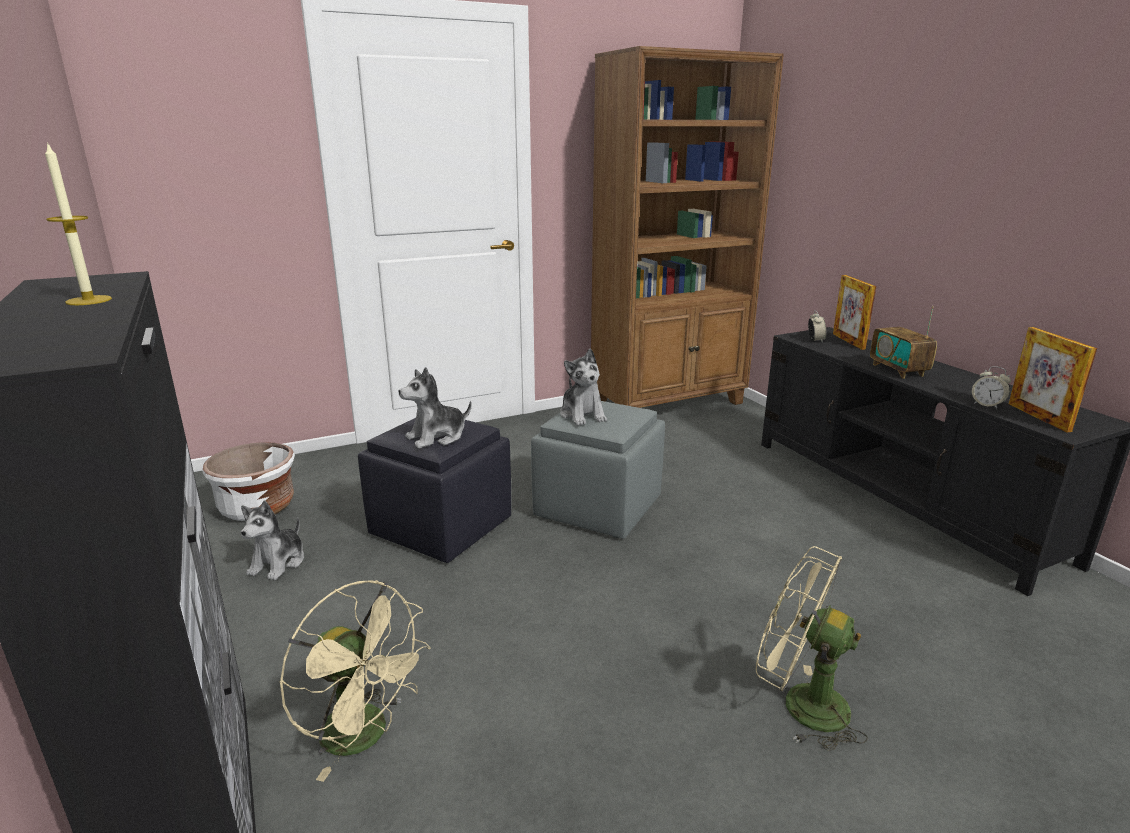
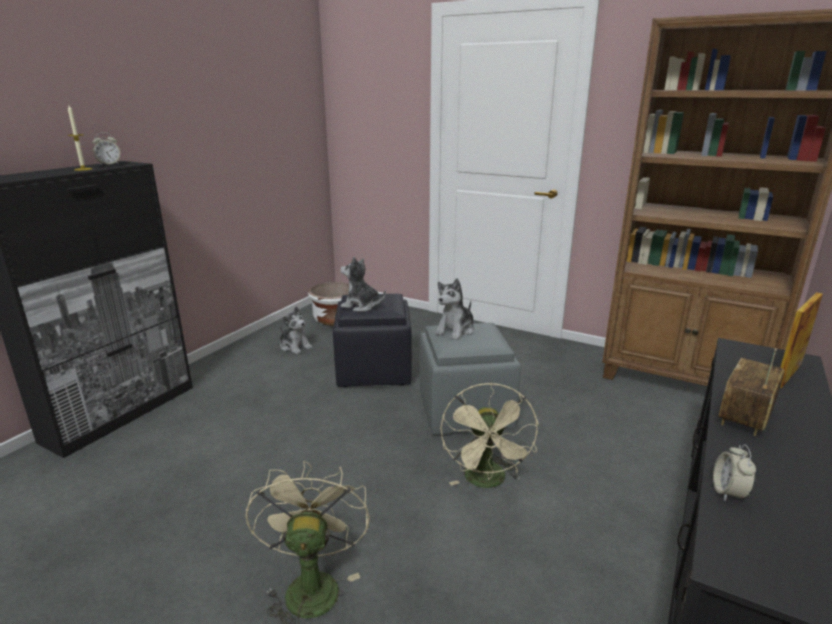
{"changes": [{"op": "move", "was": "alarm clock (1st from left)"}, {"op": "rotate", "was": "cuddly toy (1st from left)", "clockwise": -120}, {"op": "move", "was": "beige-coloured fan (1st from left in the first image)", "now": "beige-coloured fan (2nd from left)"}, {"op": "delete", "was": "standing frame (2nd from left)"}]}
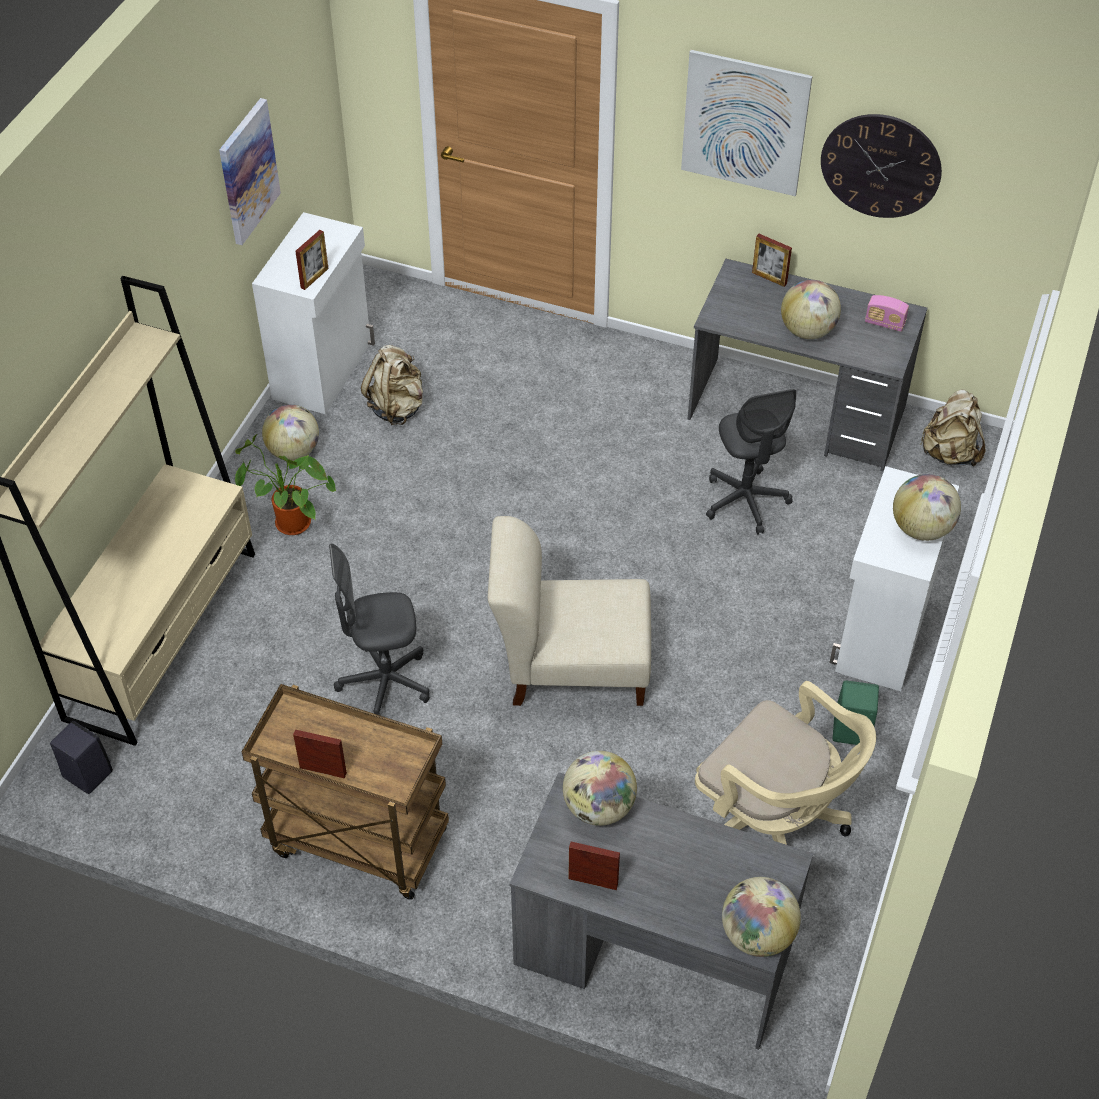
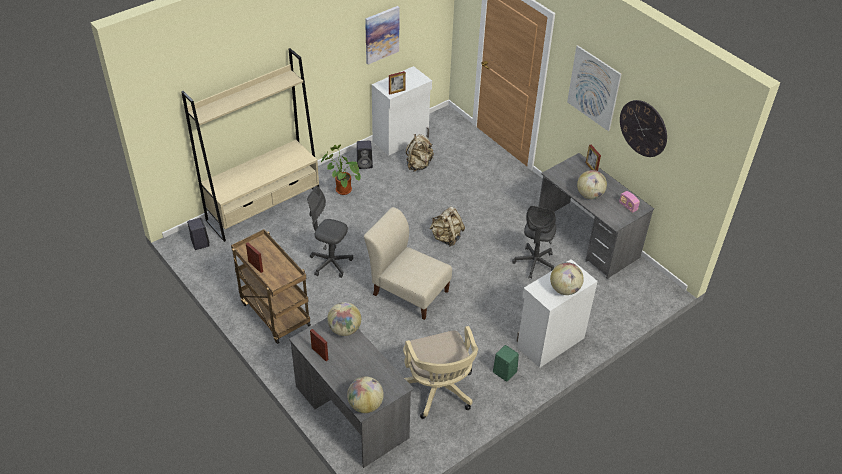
{"changes": [{"op": "replace", "was": "world globe (1st from left)", "now": "black-coloured audio speaker (2nd from left)"}, {"op": "move", "was": "beige-coloured rucksack (2nd from left)"}]}
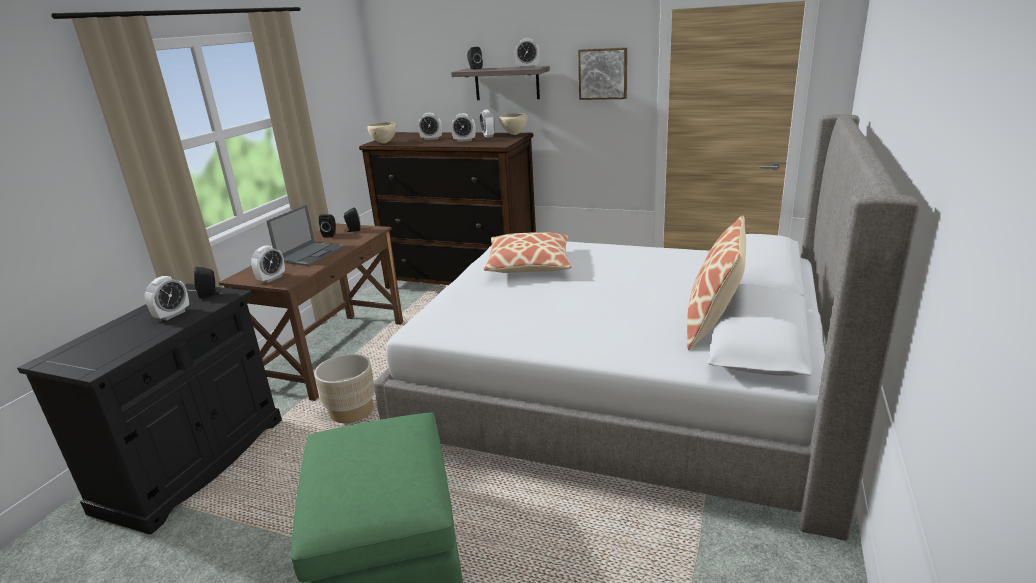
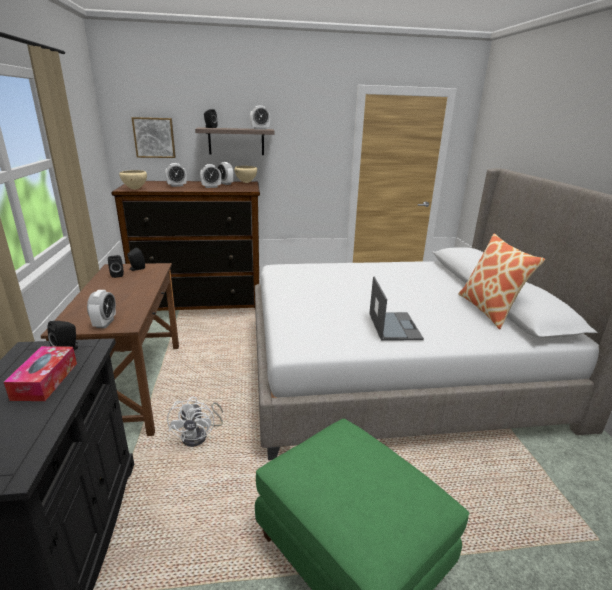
{"changes": [{"op": "replace", "was": "alarm clock (1st from left)", "now": "tissue holder"}, {"op": "move", "was": "wall art"}, {"op": "replace", "was": "beige-coloured planter", "now": "white fan"}, {"op": "move", "was": "laptop"}, {"op": "delete", "was": "throw pillow (1st from left)"}]}
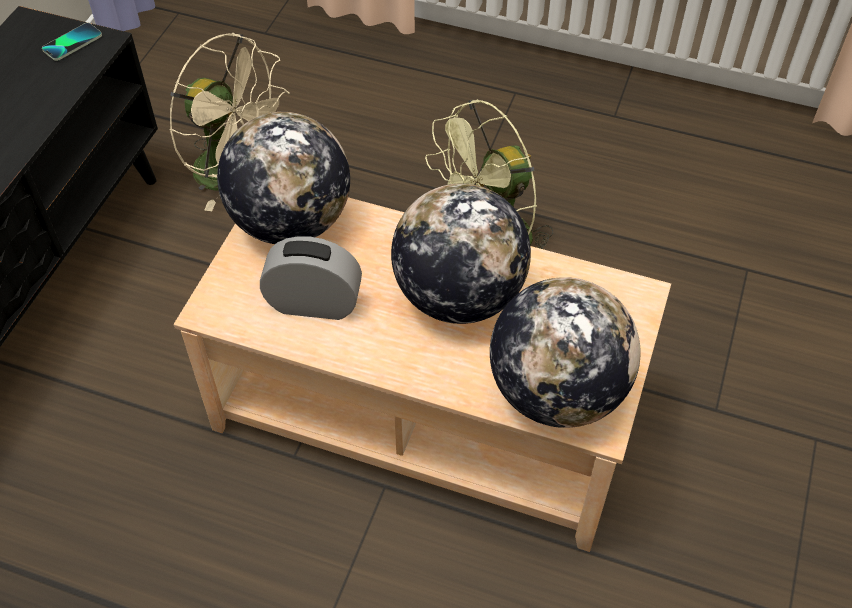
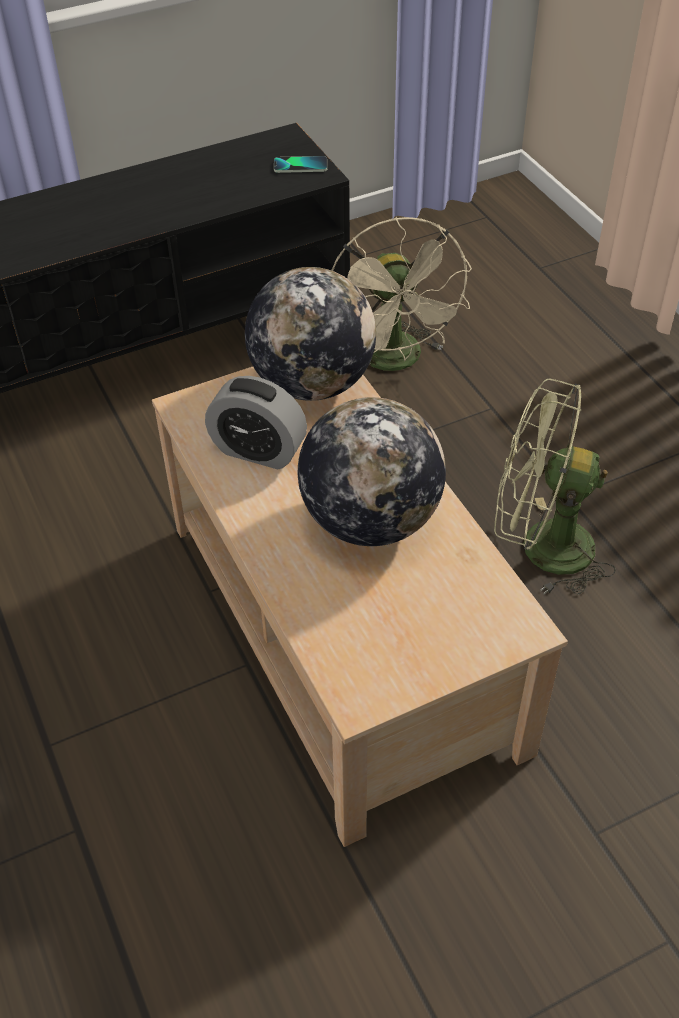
{"changes": [{"op": "rotate", "was": "alarm clock", "clockwise": 150}, {"op": "delete", "was": "world globe (3rd from left)"}]}
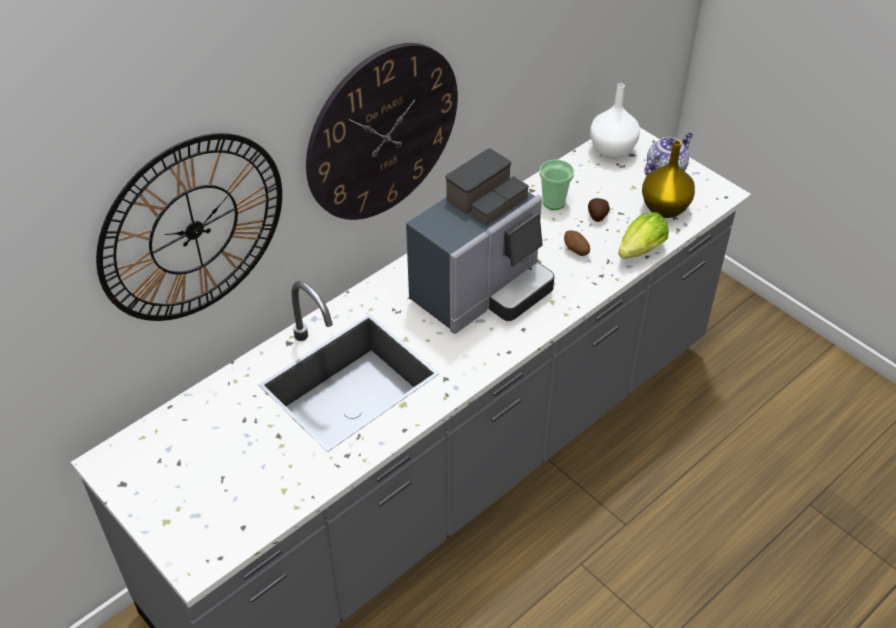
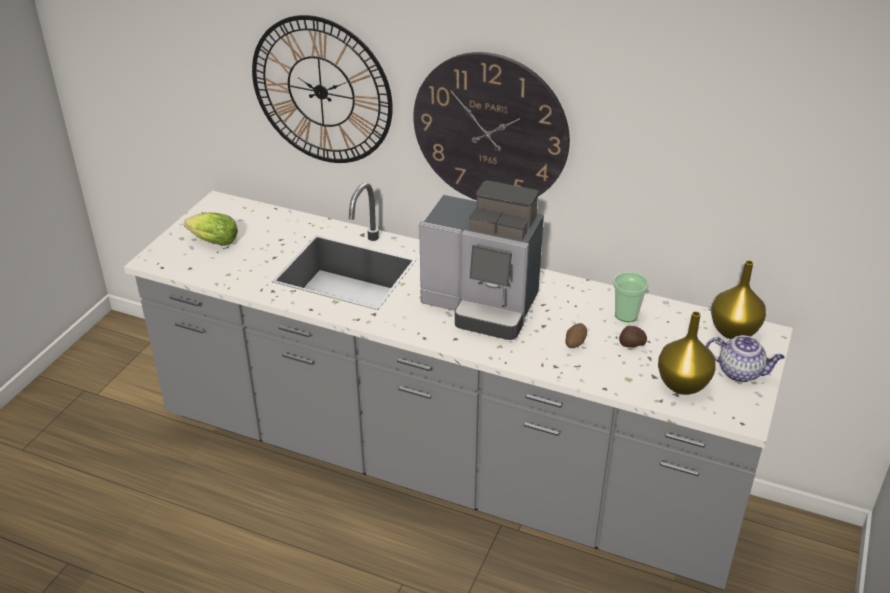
{"changes": [{"op": "move", "was": "lettuce head"}, {"op": "recolor", "was": "white decorative vase", "now": "yellow-coloured decorative vase (2nd from left)"}]}
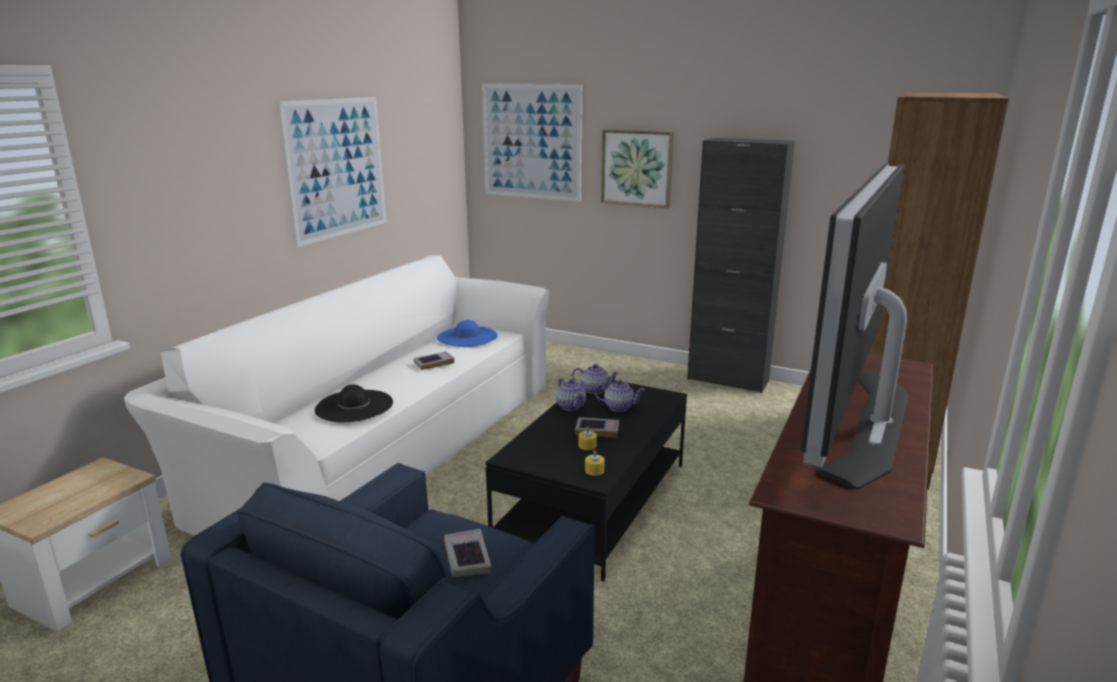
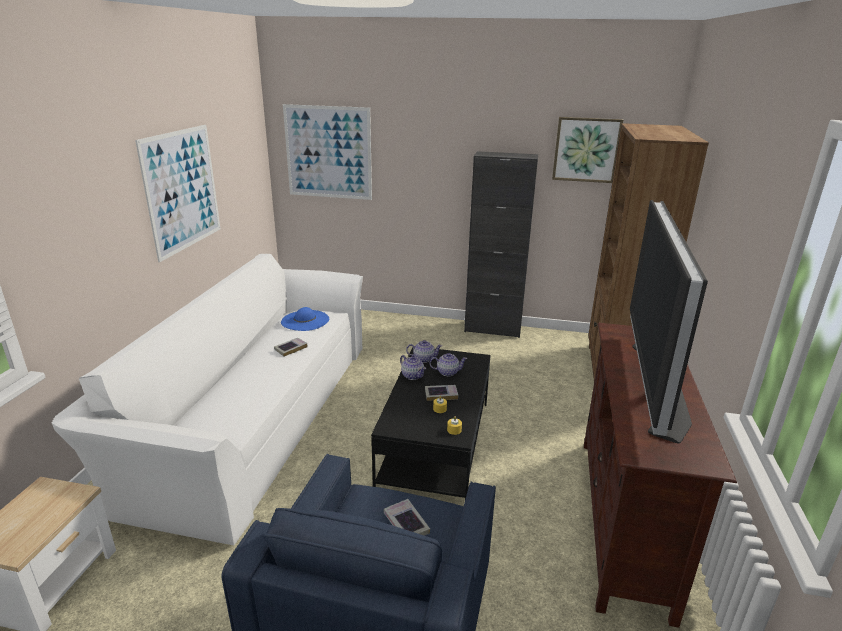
{"changes": [{"op": "move", "was": "wall art (3rd from left)"}, {"op": "delete", "was": "black-coloured clothing hat"}]}
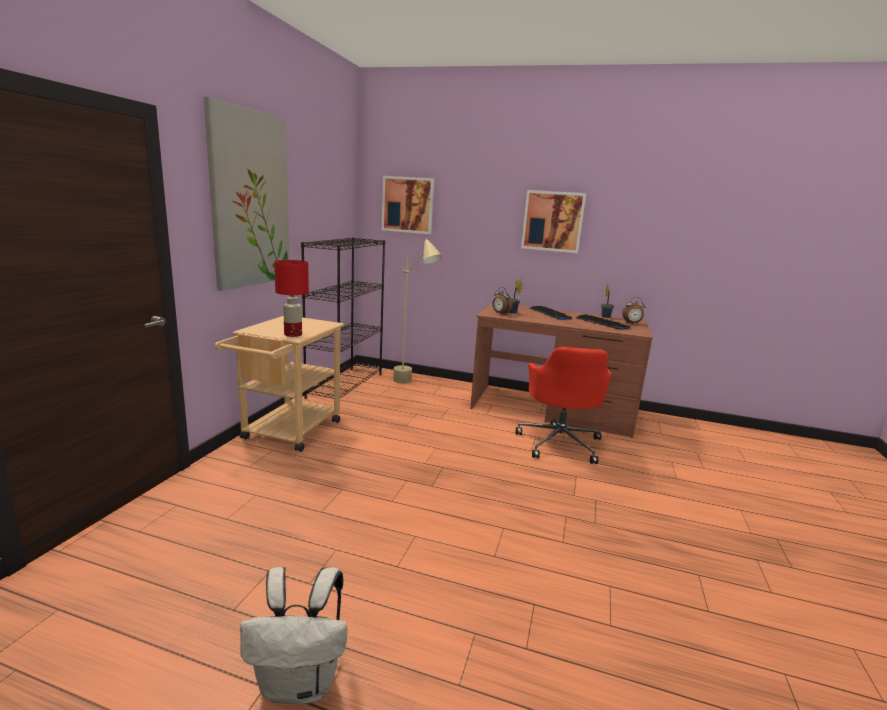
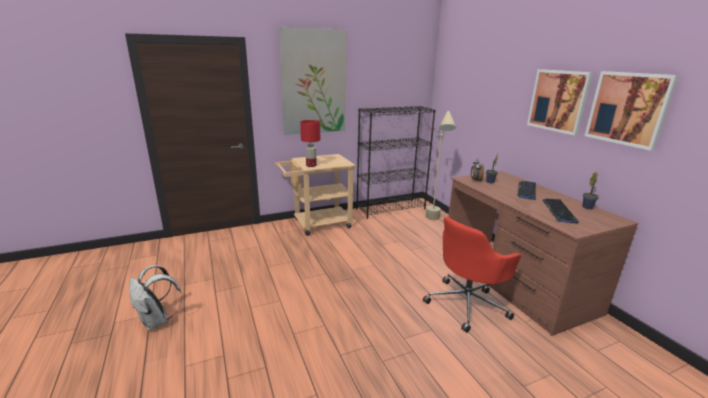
{"changes": [{"op": "move", "was": "wall art (2nd from left in the first image)", "now": "wall art (3rd from left)"}, {"op": "delete", "was": "alarm clock (2nd from left)"}]}
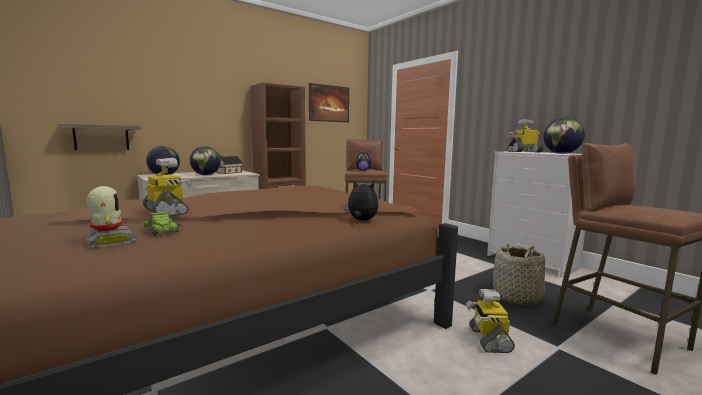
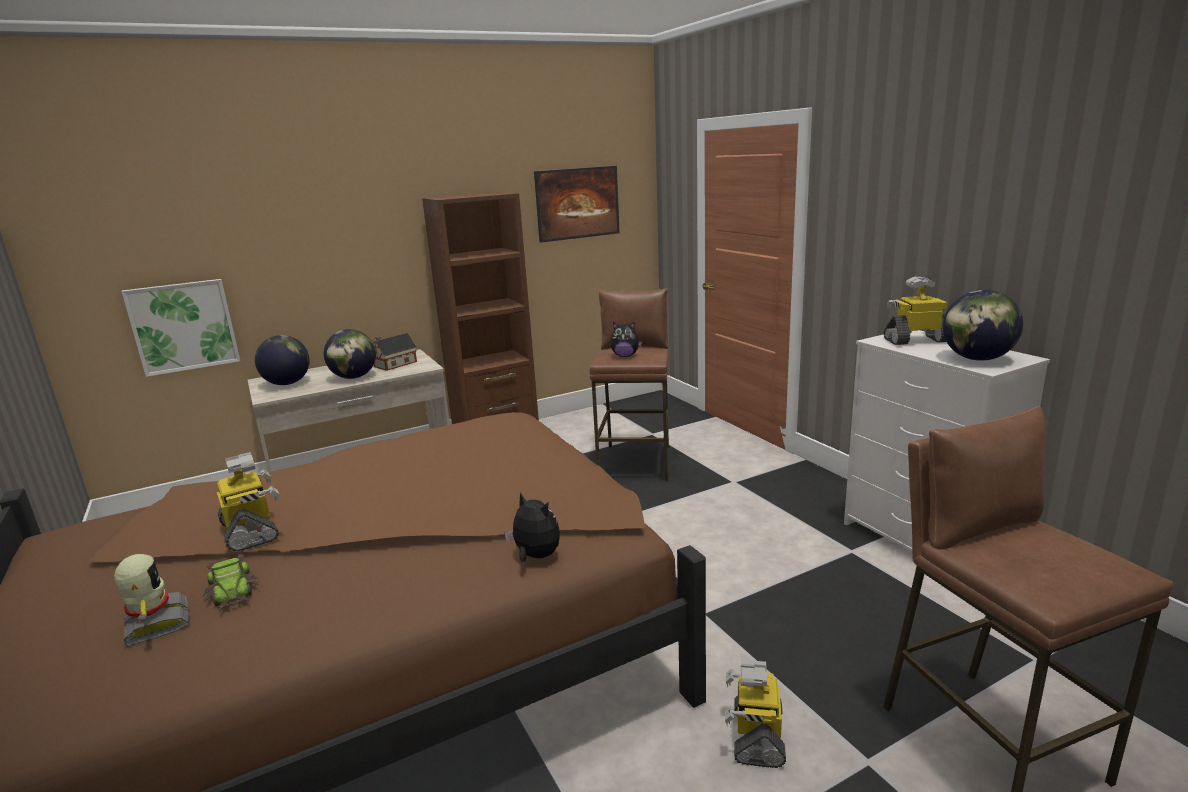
{"changes": [{"op": "replace", "was": "wall shelf", "now": "wall art (1st from left)"}, {"op": "delete", "was": "basket"}]}
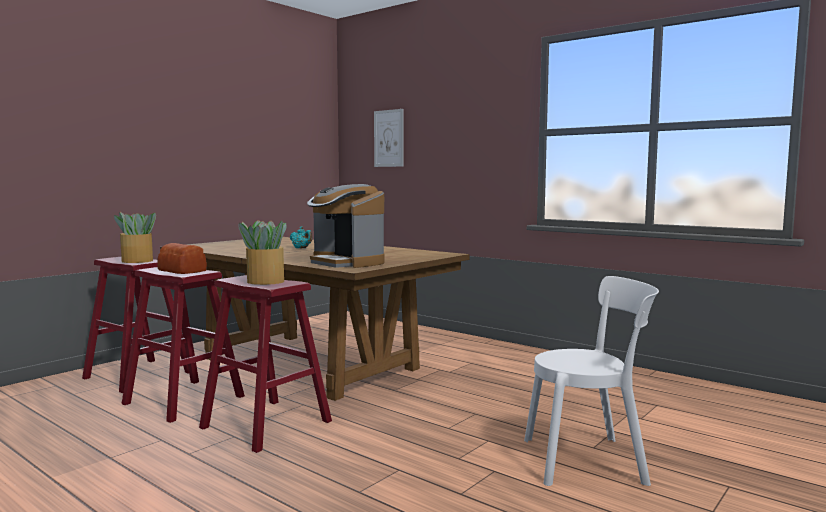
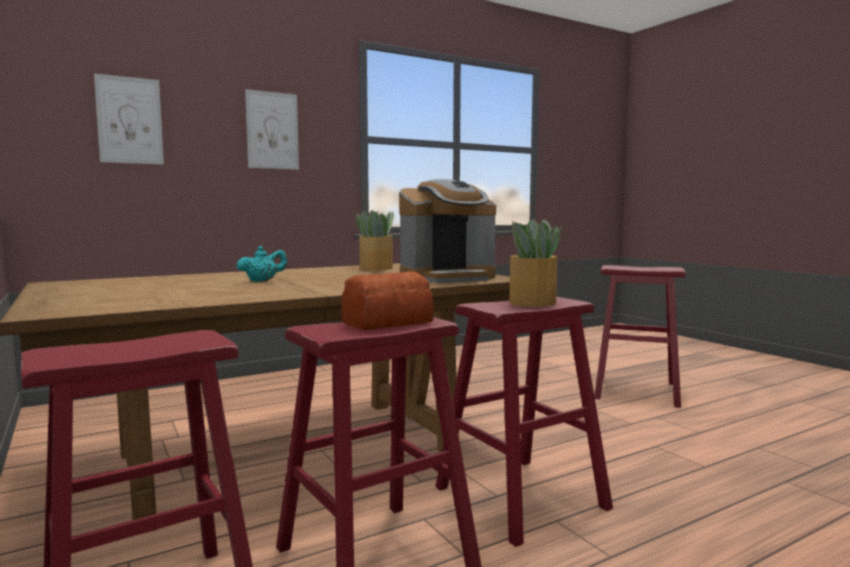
{"changes": [{"op": "insert", "now": "wall art (2nd from left)"}, {"op": "move", "was": "plant in a pot (1st from left)"}, {"op": "replace", "was": "white chair", "now": "red stool seat (4th from left)"}]}
